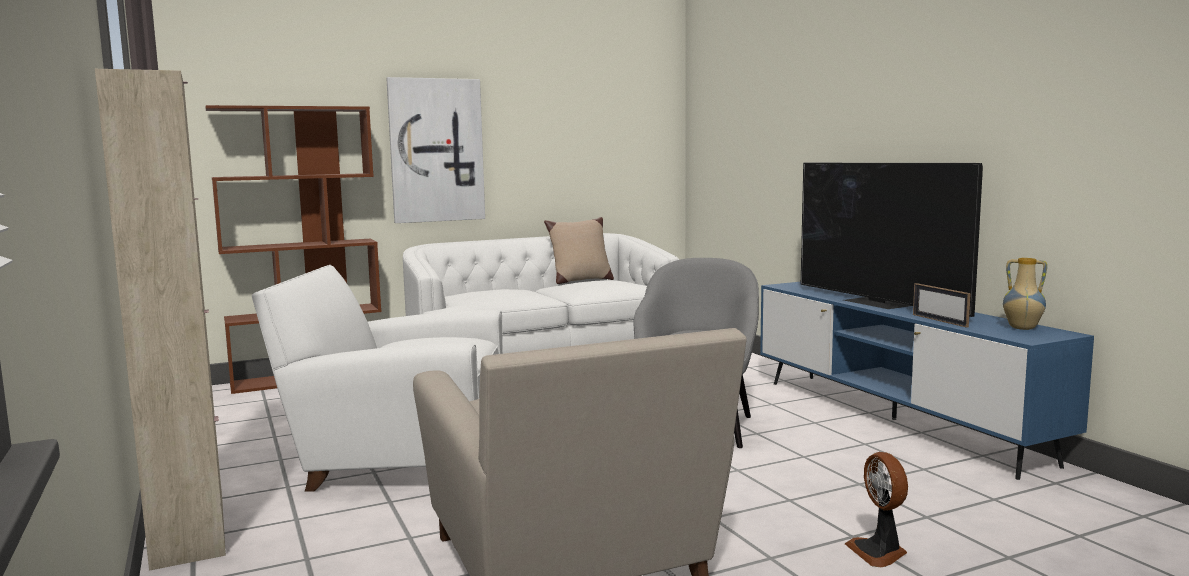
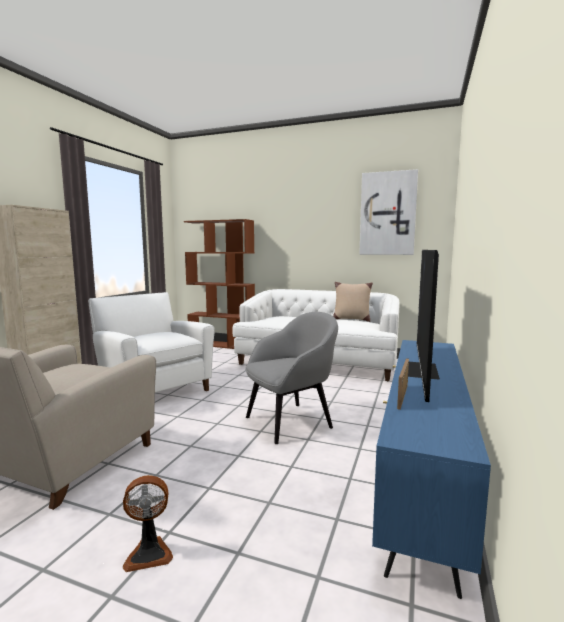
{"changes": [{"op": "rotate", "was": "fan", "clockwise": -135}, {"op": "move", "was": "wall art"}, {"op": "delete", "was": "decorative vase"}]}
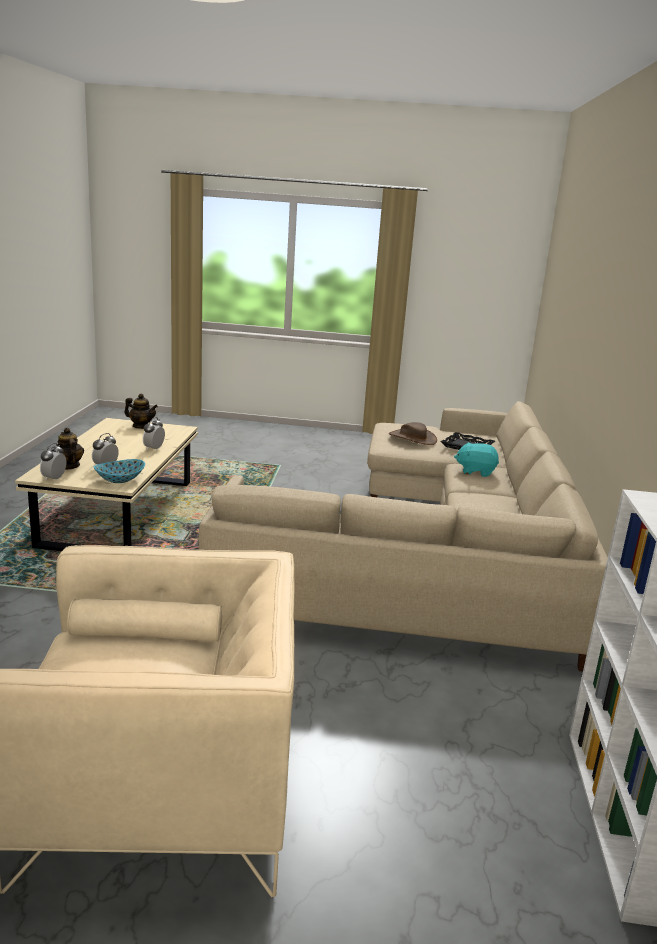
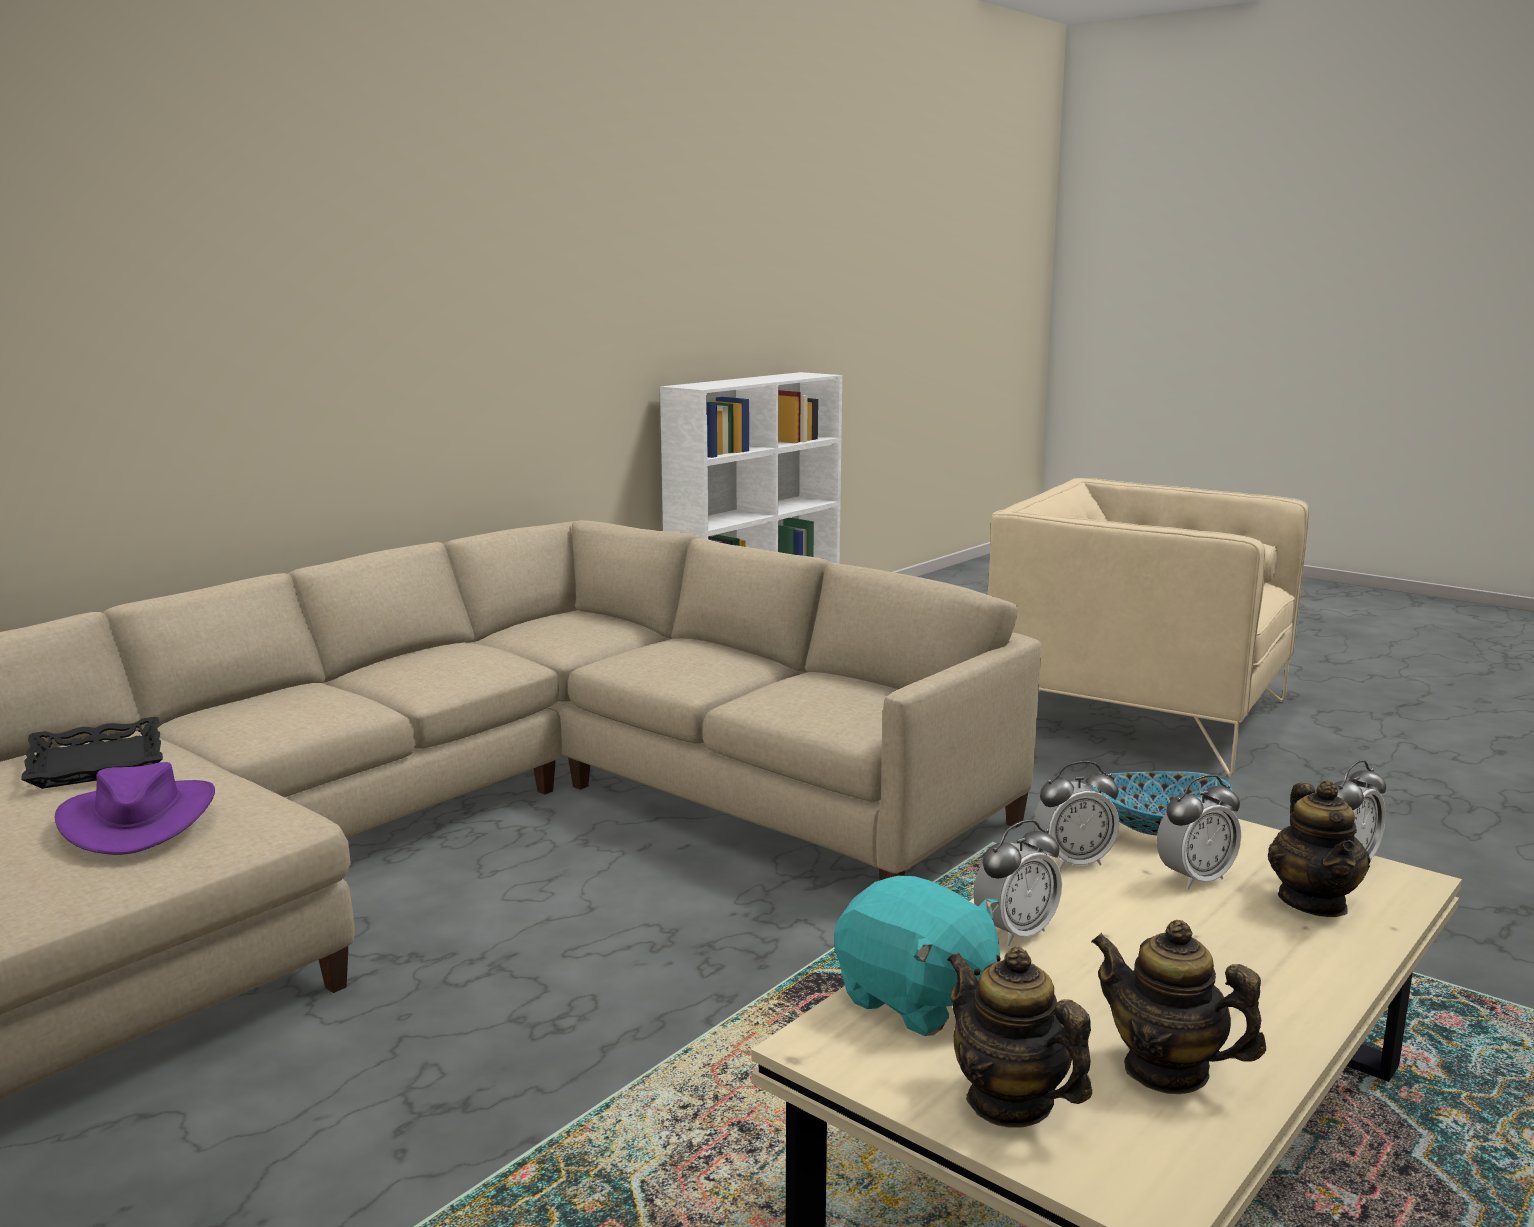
{"changes": [{"op": "recolor", "was": "brownish clothing hat", "now": "purplish clothing hat"}, {"op": "move", "was": "blue-green cuddly toy"}, {"op": "insert", "now": "alarm clock (2nd from left)"}, {"op": "insert", "now": "teapot (2nd from left)"}]}
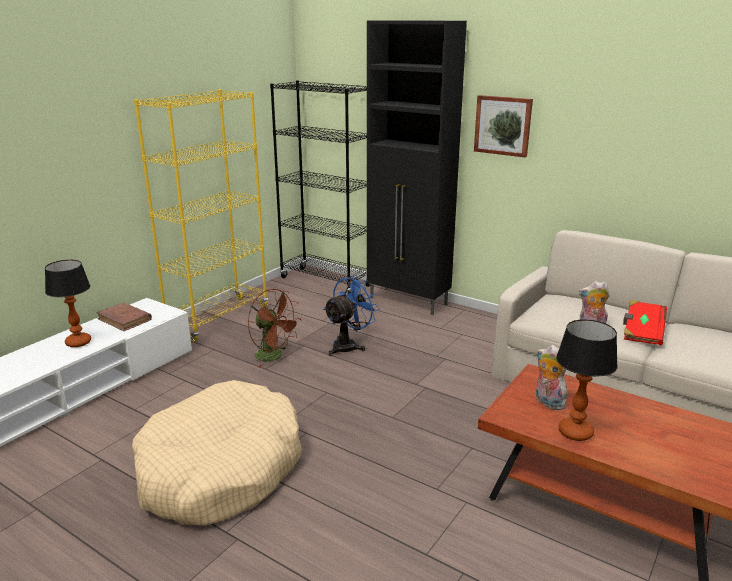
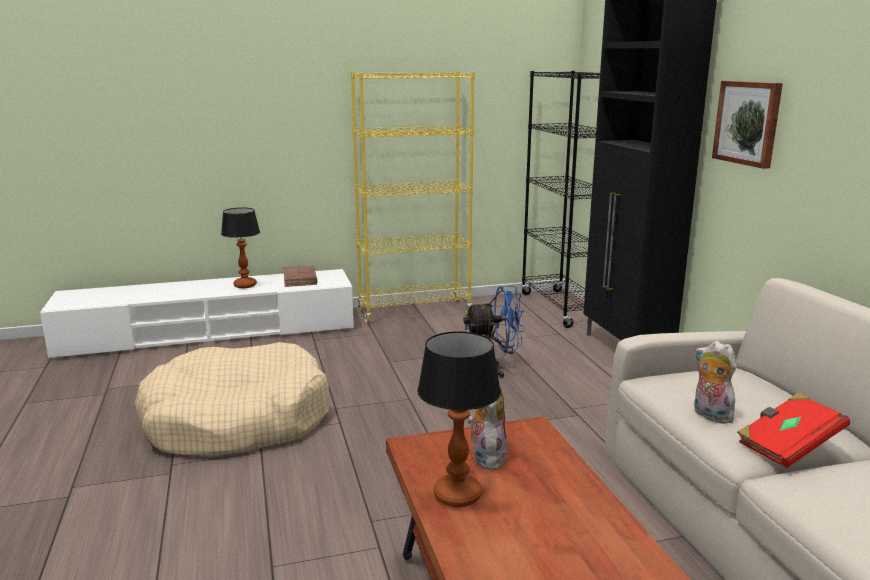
{"changes": [{"op": "delete", "was": "brownish fan"}]}
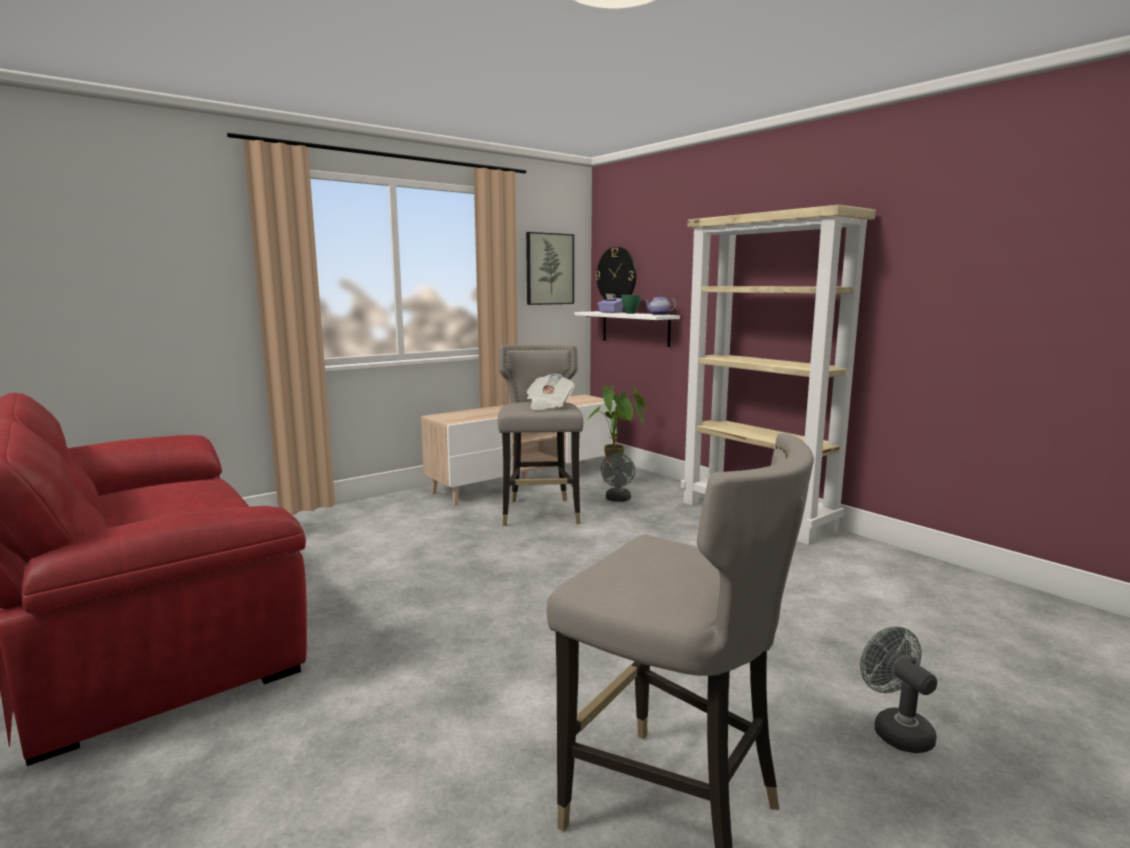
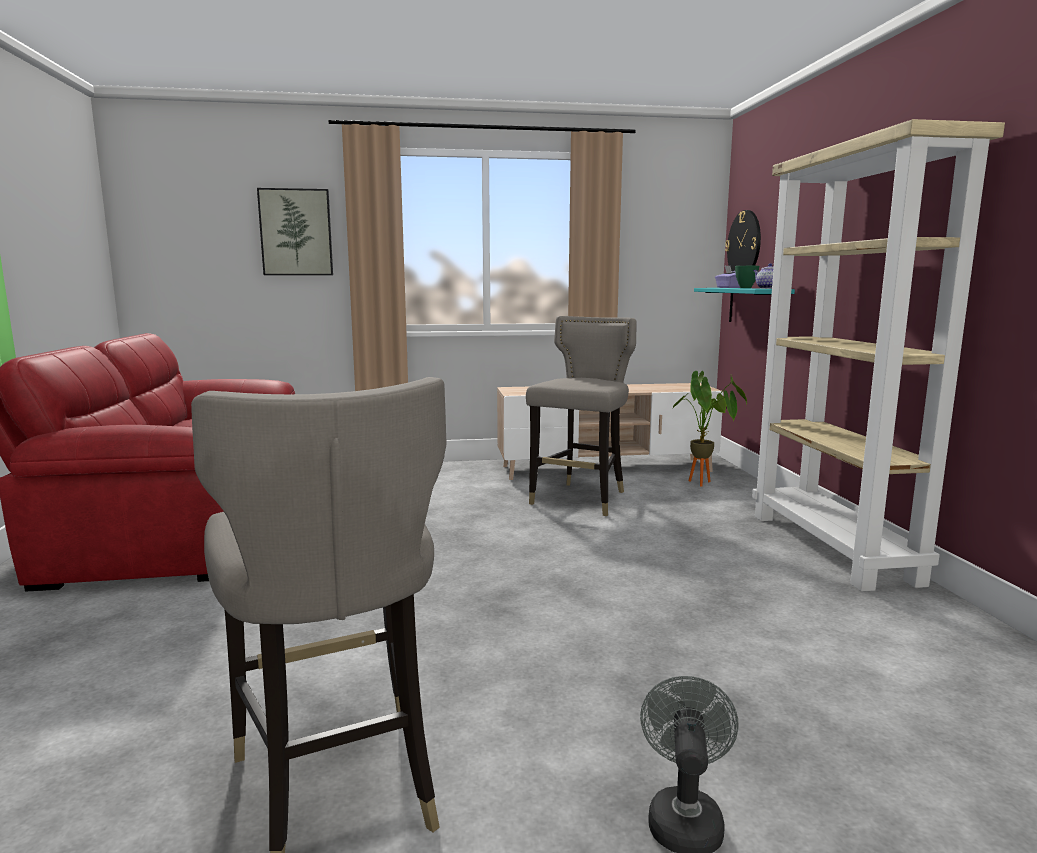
{"changes": [{"op": "move", "was": "wall art"}, {"op": "recolor", "was": "white wall shelf", "now": "blue-green wall shelf"}, {"op": "delete", "was": "daily paper"}, {"op": "delete", "was": "greyish fan (1st from left)"}]}
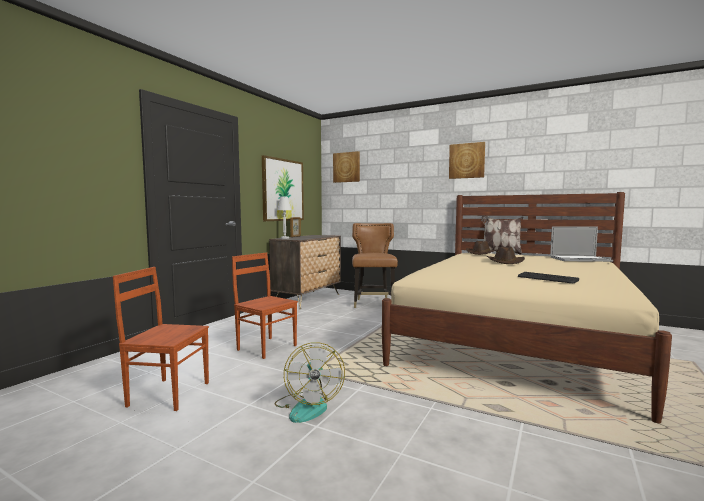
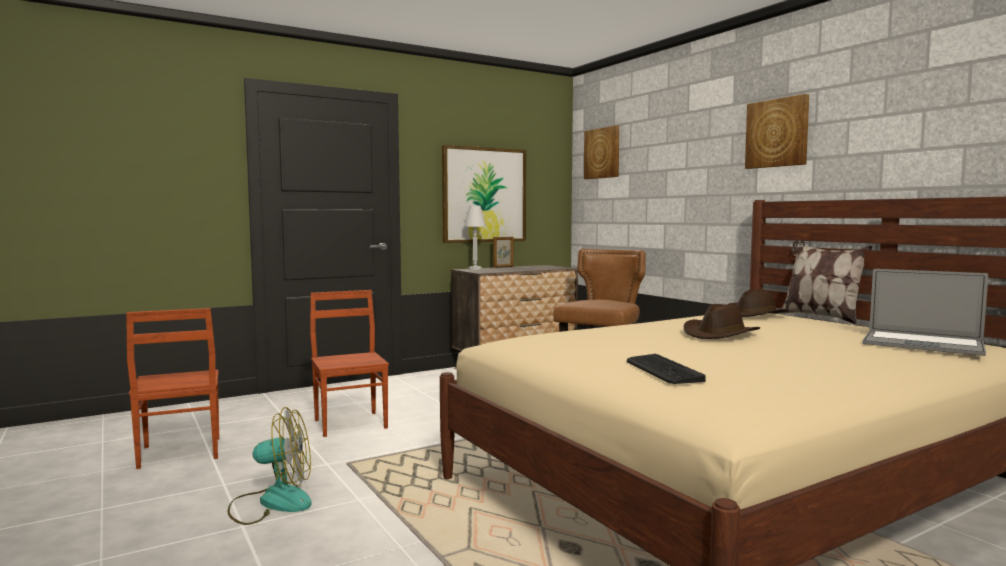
{"changes": [{"op": "rotate", "was": "brownish chair (1st from left)", "clockwise": -150}, {"op": "rotate", "was": "fan", "clockwise": -120}]}
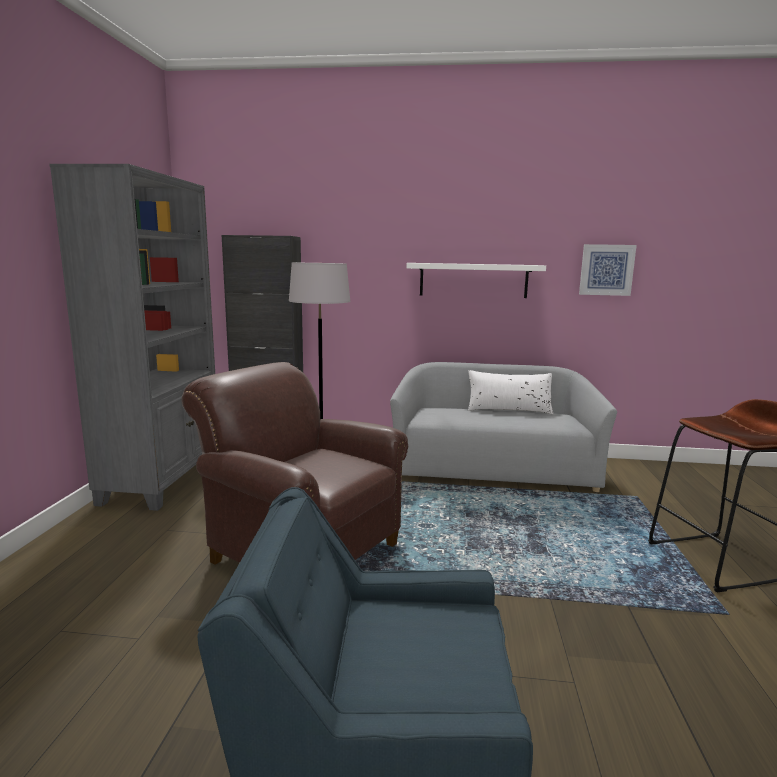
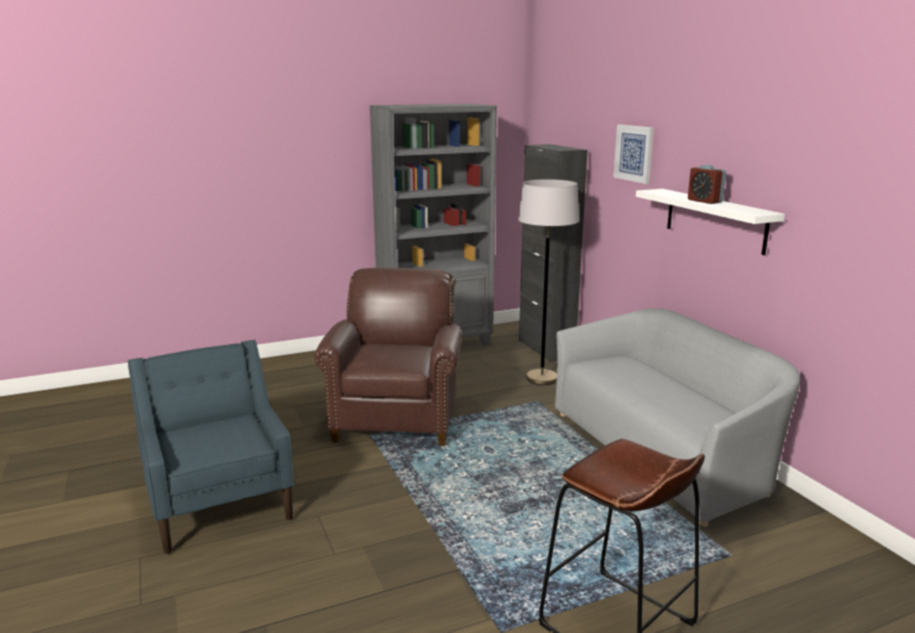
{"changes": [{"op": "move", "was": "wall art"}, {"op": "insert", "now": "alarm clock"}, {"op": "delete", "was": "white throw pillow"}]}
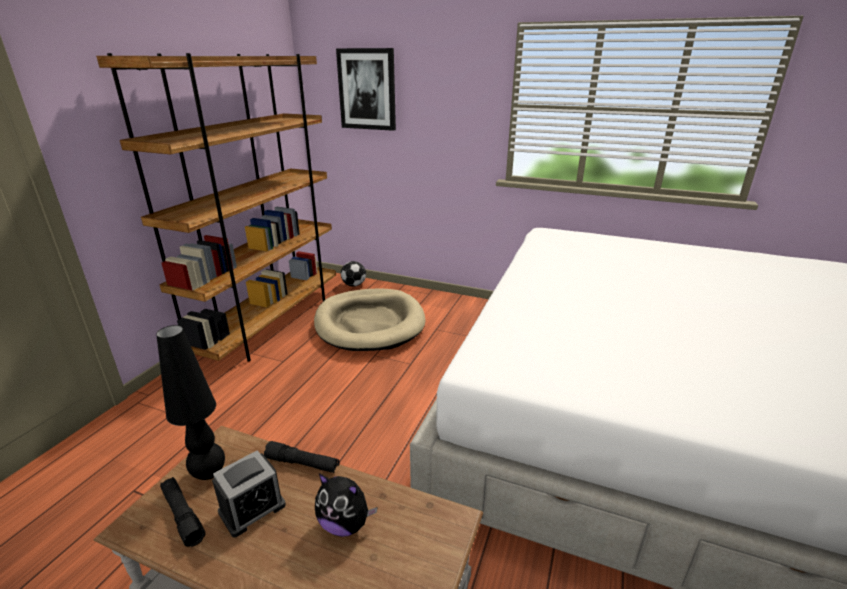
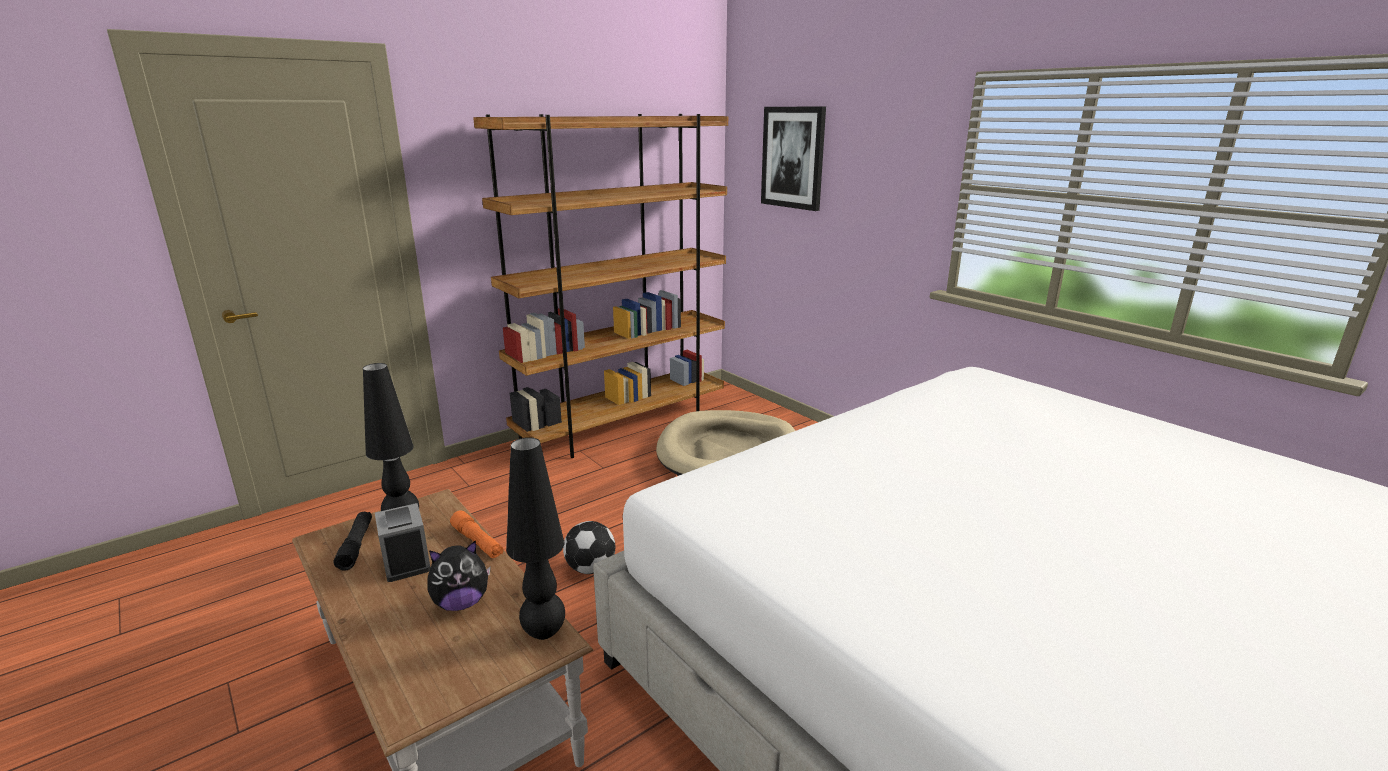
{"changes": [{"op": "rotate", "was": "alarm clock", "clockwise": 75}, {"op": "rotate", "was": "cuddly toy", "clockwise": -75}, {"op": "recolor", "was": "black-coloured torch (2nd from left)", "now": "orange torch"}, {"op": "insert", "now": "black-coloured lamp for a table (2nd from left)"}, {"op": "move", "was": "ball for football"}]}
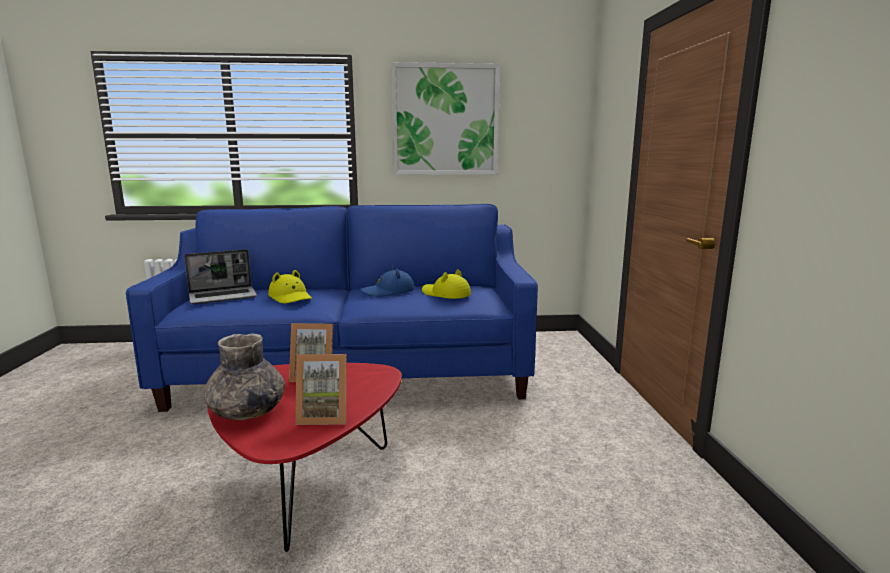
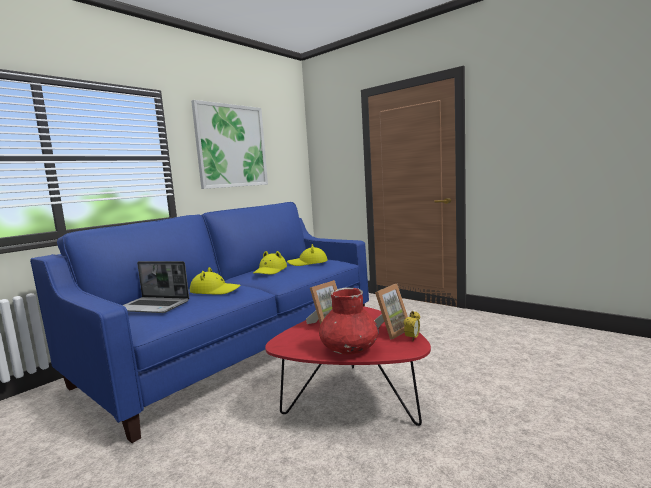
{"changes": [{"op": "rotate", "was": "laptop", "clockwise": 90}, {"op": "recolor", "was": "bluish clothing hat", "now": "yellow-coloured clothing hat (2nd from left)"}, {"op": "recolor", "was": "greyish decorative vase", "now": "red decorative vase"}, {"op": "insert", "now": "alarm clock"}]}
